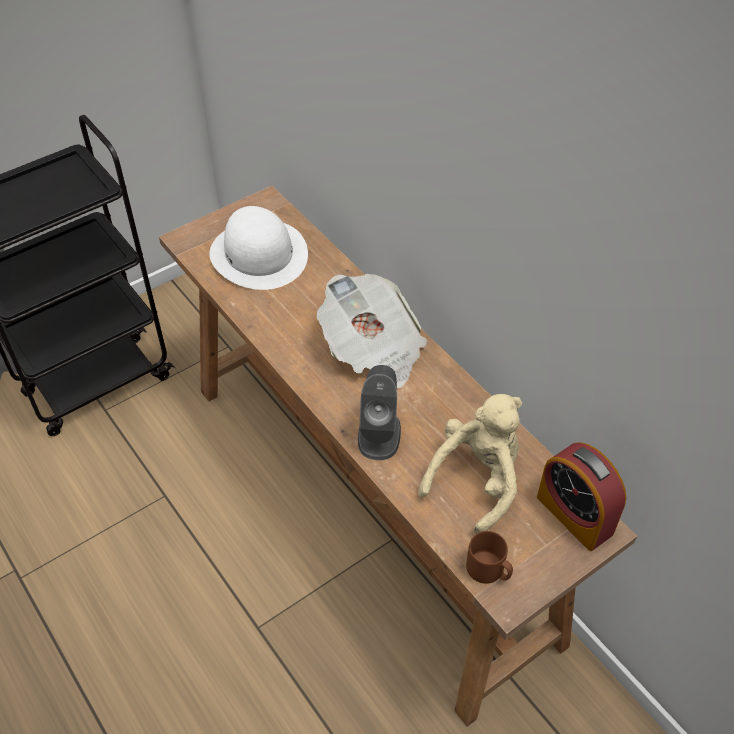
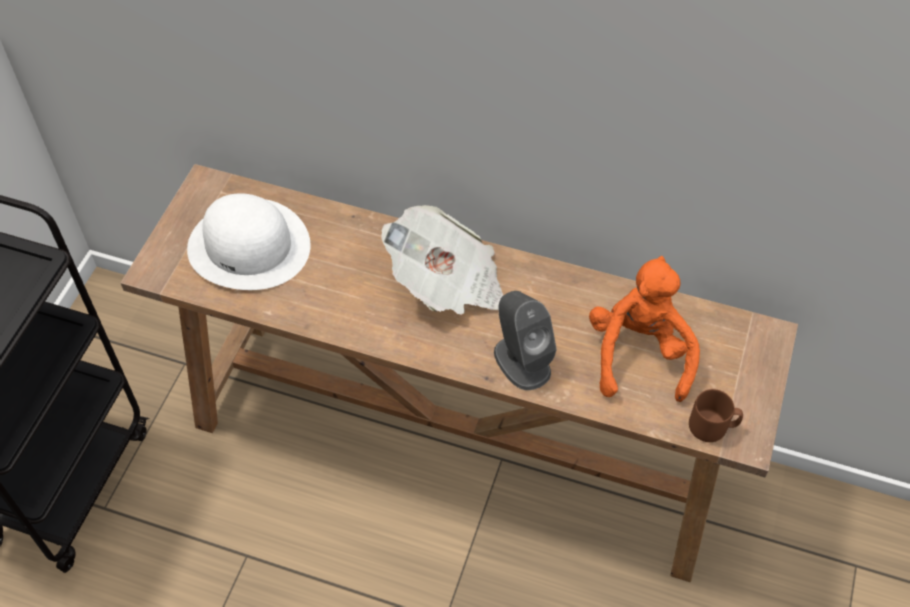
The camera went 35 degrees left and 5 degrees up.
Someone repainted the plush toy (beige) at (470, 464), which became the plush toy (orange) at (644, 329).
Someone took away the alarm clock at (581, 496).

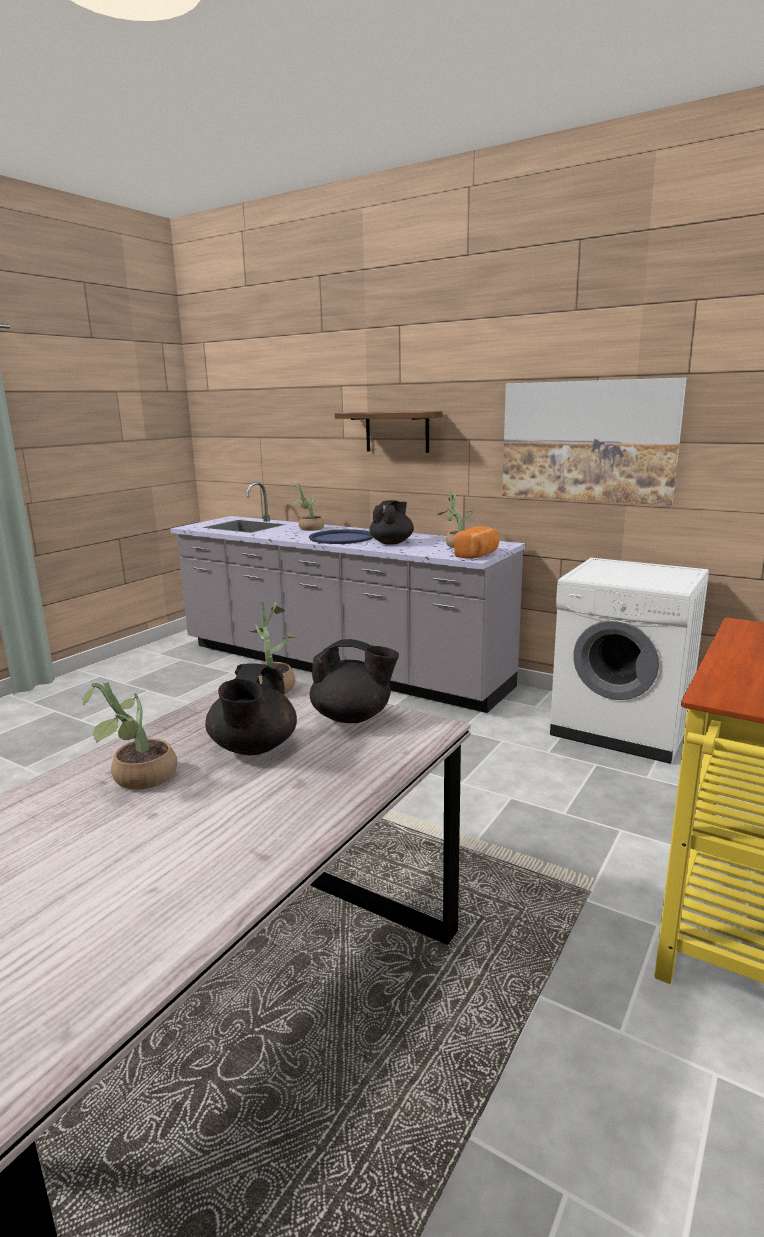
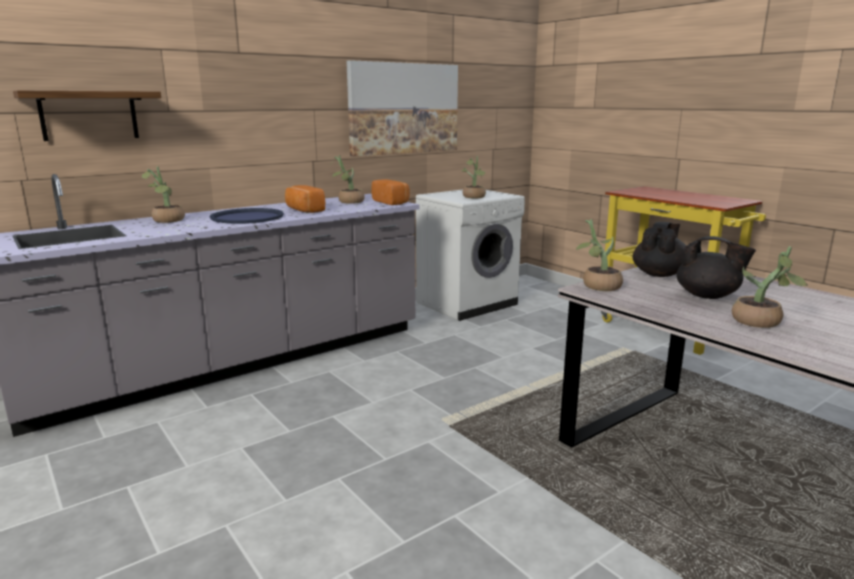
The camera went 70 degrees left and 0 degrees up.
Someone carried the shelf from (388, 432) to (87, 116).
Someone swapped the teapot (black) at (392, 522) for the bread at (305, 199).
Someone put down the potted plant at (473, 177).

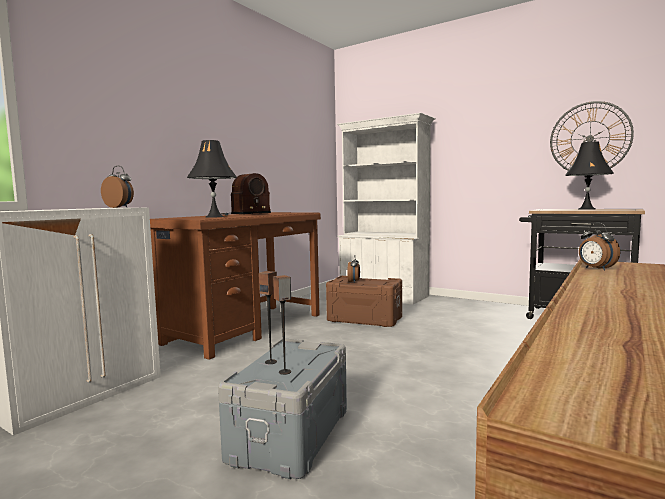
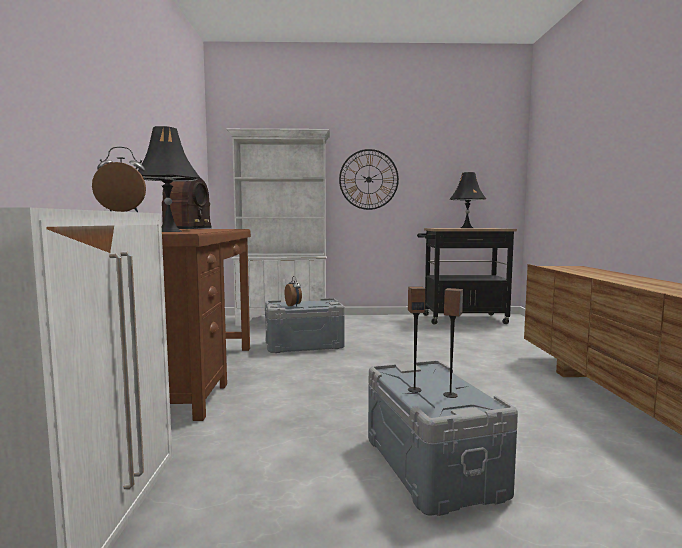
The camera went 35 degrees left and 0 degrees up.
Someone repainted the storage box (brown) at (364, 301), which became the storage box (grey) at (304, 325).
Someone carried the wall clock from (592, 136) to (369, 179).
Someone took away the alarm clock at (599, 246).

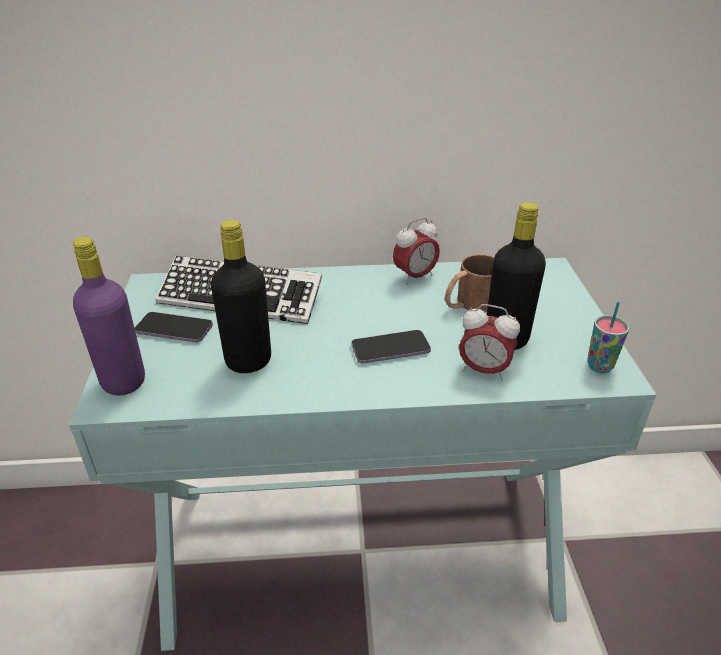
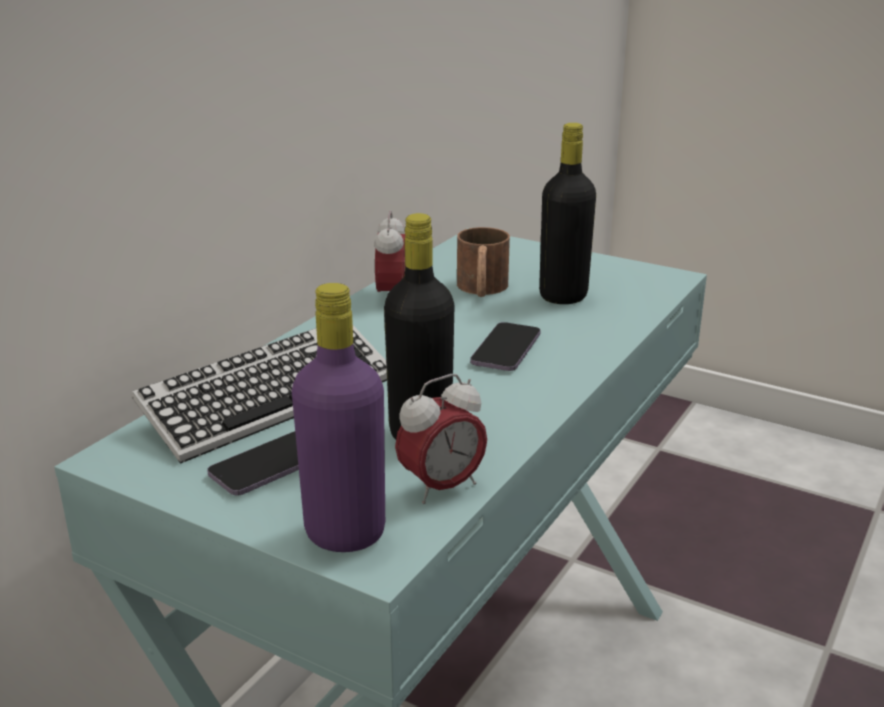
The camera went 55 degrees left and 10 degrees down.
Someone carried the alarm clock from (489, 342) to (441, 439).
Someone took away the cup at (608, 337).

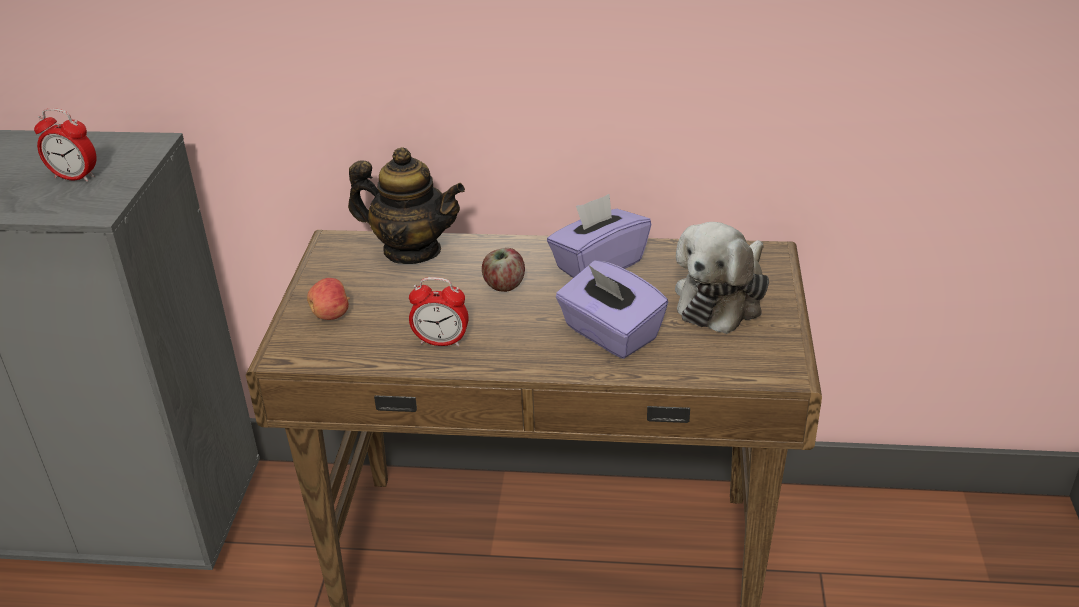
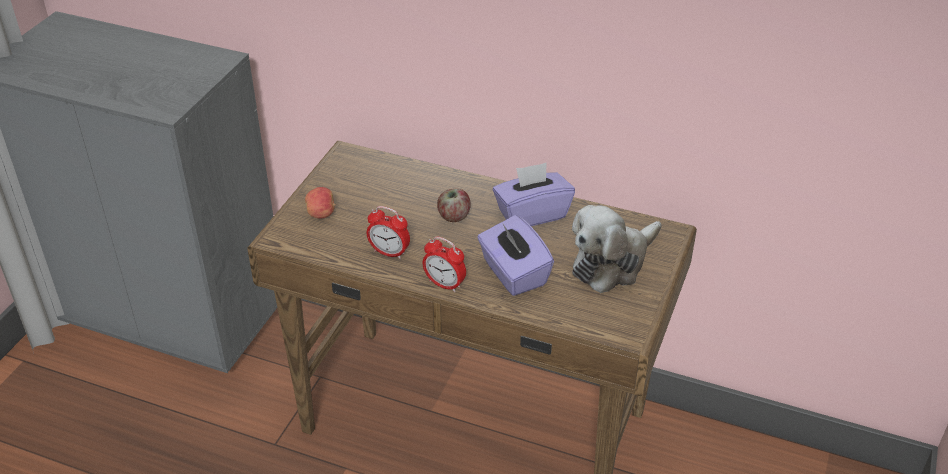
The camera went 15 degrees right and 5 degrees up.
Someone carried the alarm clock from (65, 145) to (444, 264).
Someone took away the teapot at (406, 205).

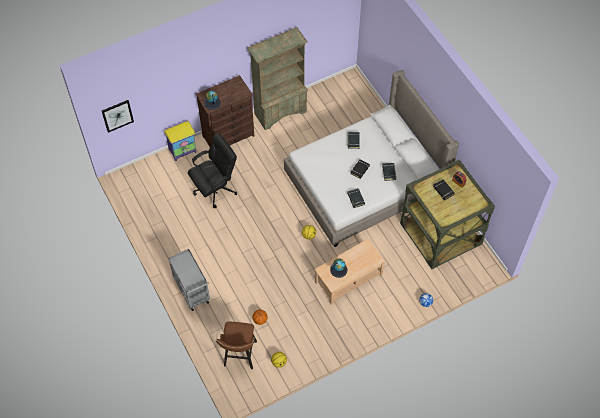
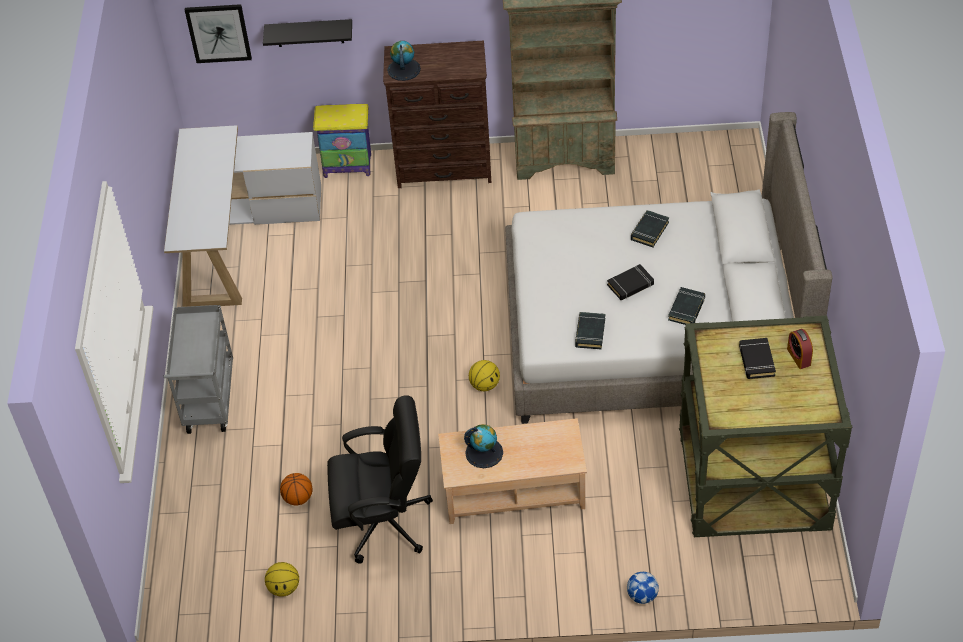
The camera went 30 degrees right and 10 degrees down.
Someone put down the desk (white) at (242, 216).
Someone put up the shelf (black) at (307, 33).
Someone carried the office chair (black) from (212, 170) to (380, 479).
Someone took away the stool (brown) at (236, 345).

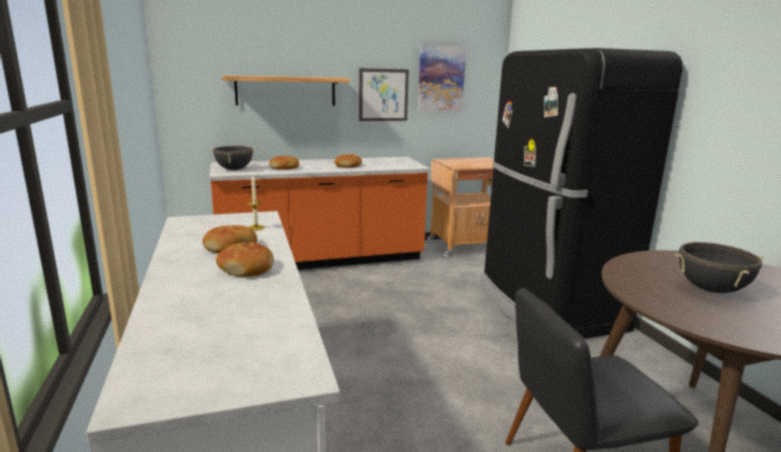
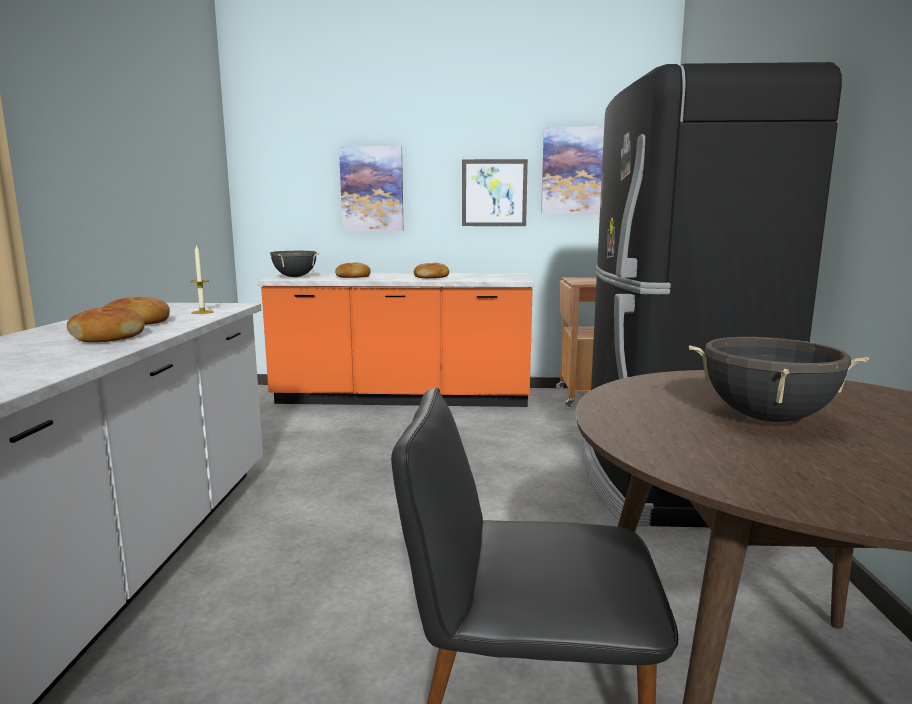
The camera went 20 degrees right and 5 degrees down.
Someone swapped the shelf at (286, 90) for the picture at (371, 188).

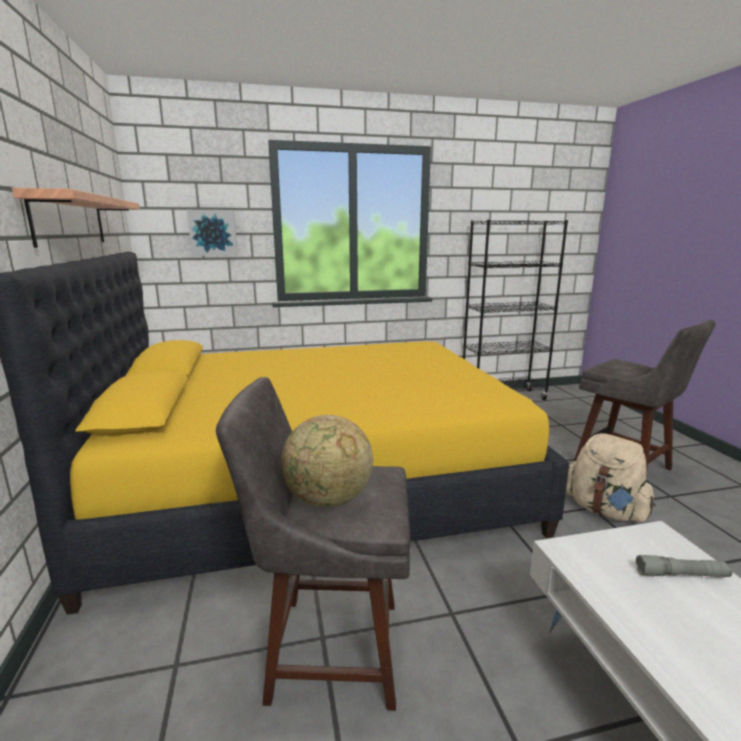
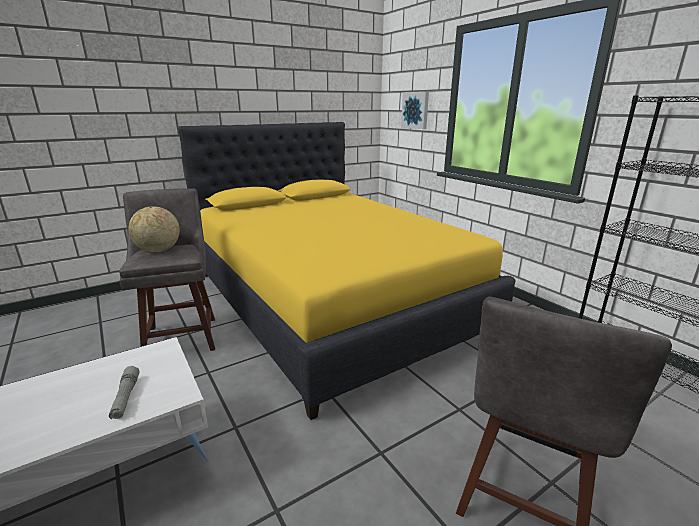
The camera went 70 degrees right and 5 degrees up.
Someone took away the shelf at (76, 218).
Someone took away the backpack (beige) at (611, 477).

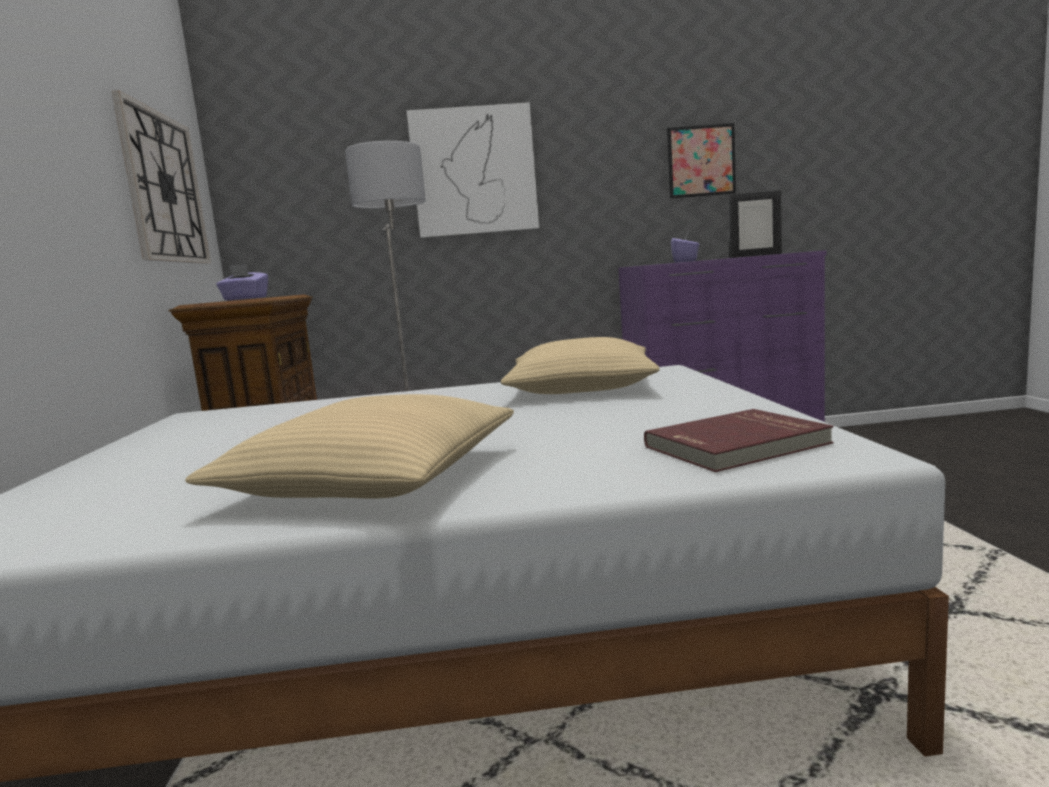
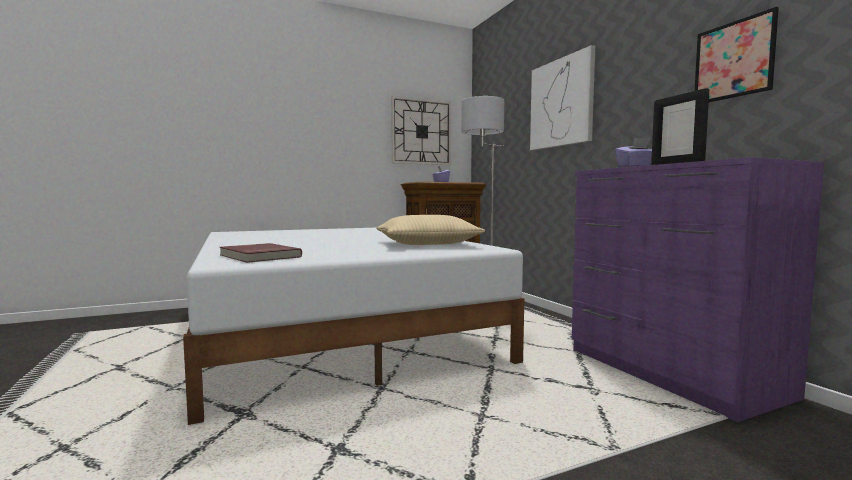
The camera went 70 degrees right and 5 degrees down.
Someone took away the pillow (beige) at (349, 446).

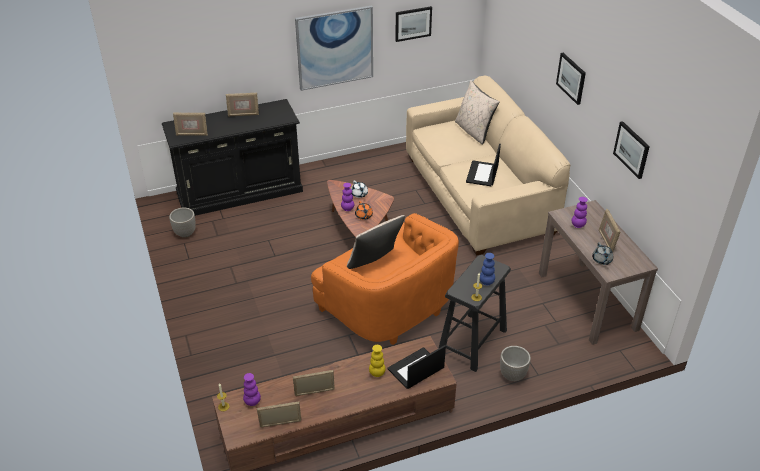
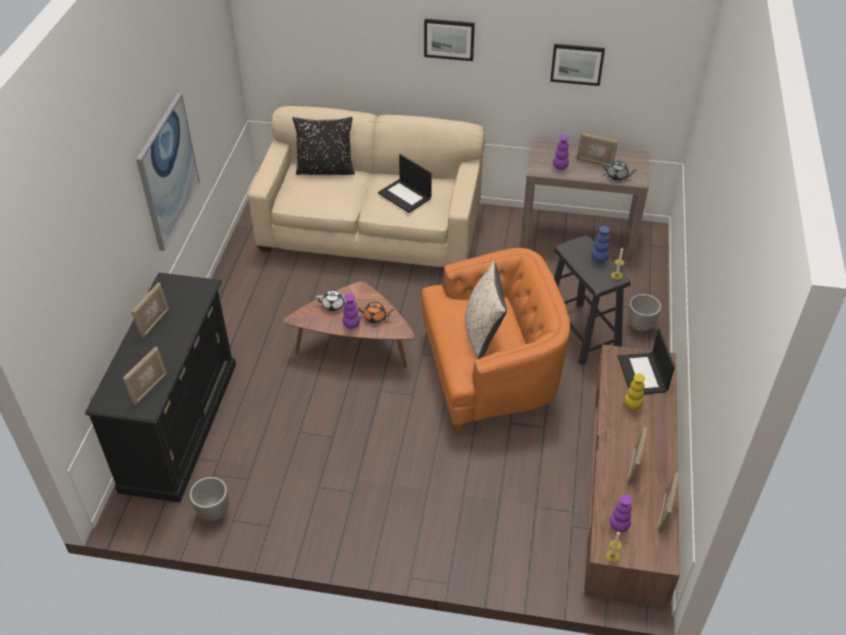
The camera went 60 degrees left and 5 degrees up.
Someone repainted the pillow (beige) at (477, 112), which became the pillow (black) at (324, 146).
Someone took away the picture at (413, 24).

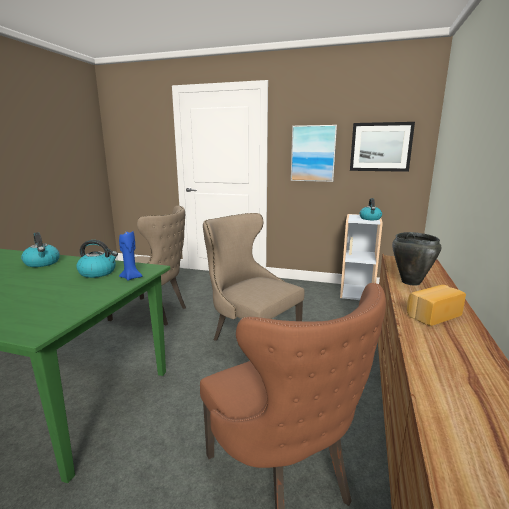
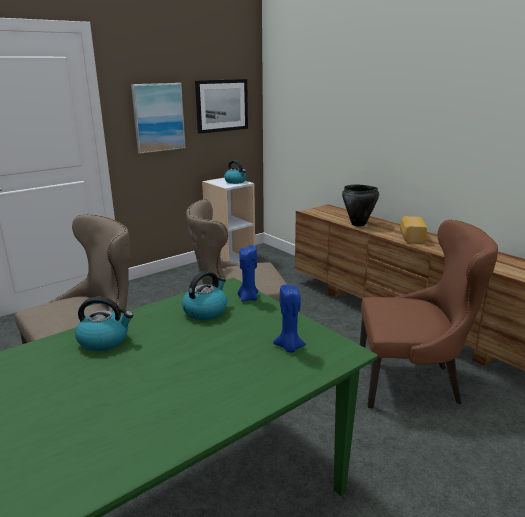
The camera went 55 degrees left and 5 degrees up.
Someone put down the candle (blue) at (289, 319).

